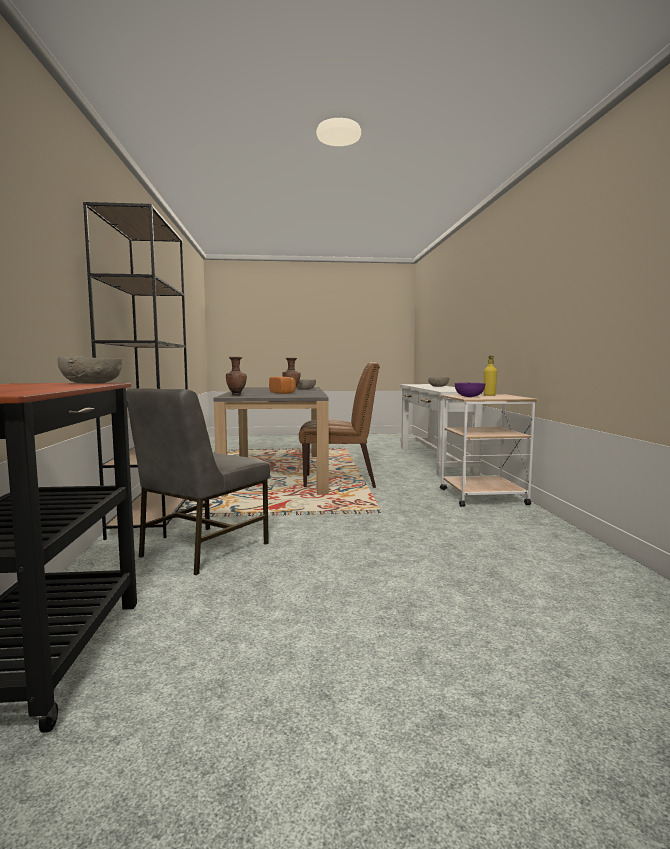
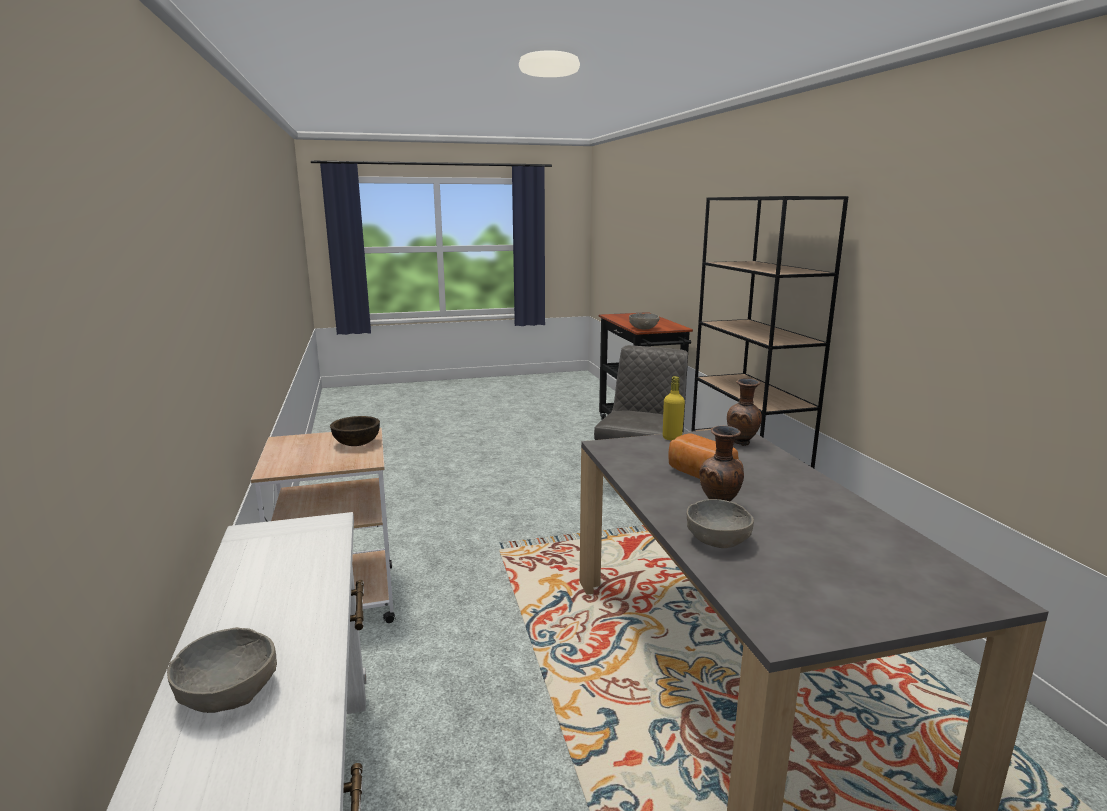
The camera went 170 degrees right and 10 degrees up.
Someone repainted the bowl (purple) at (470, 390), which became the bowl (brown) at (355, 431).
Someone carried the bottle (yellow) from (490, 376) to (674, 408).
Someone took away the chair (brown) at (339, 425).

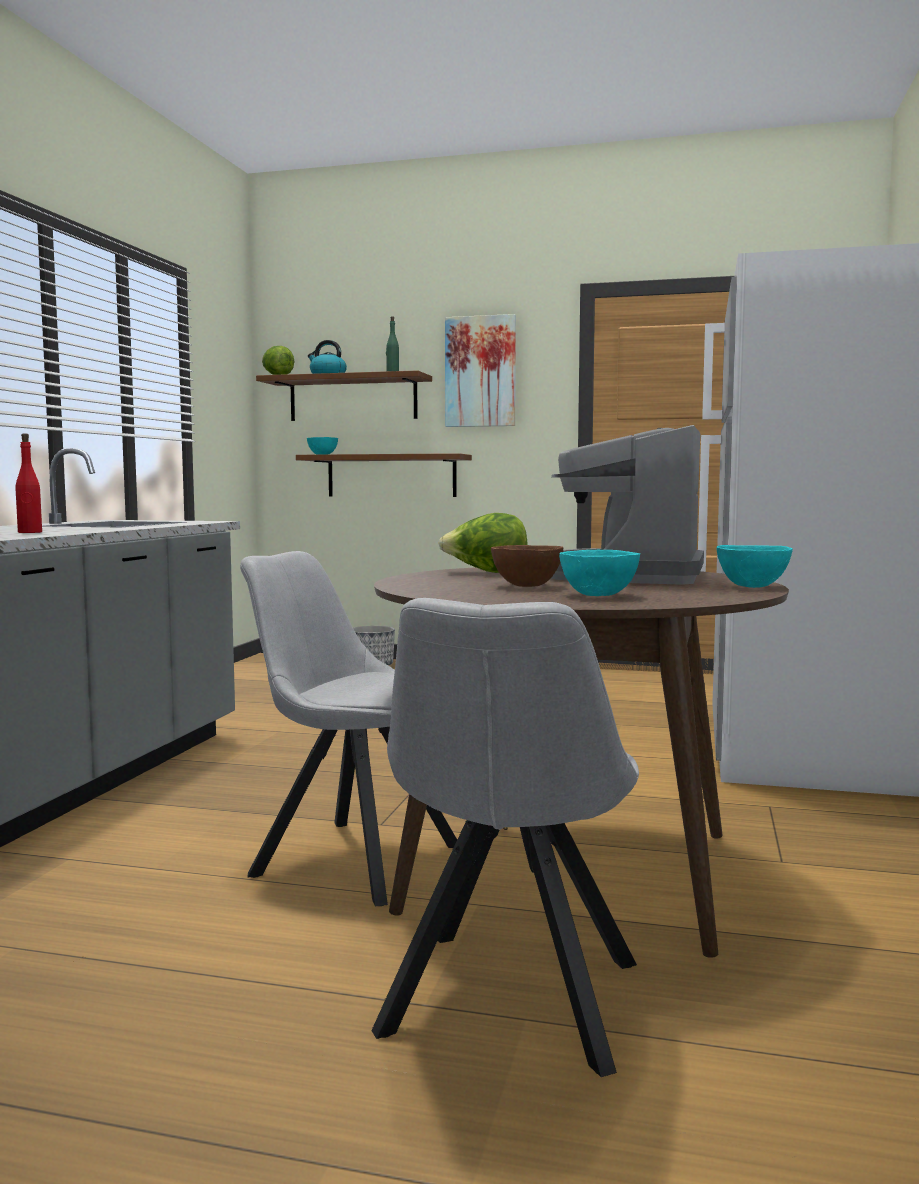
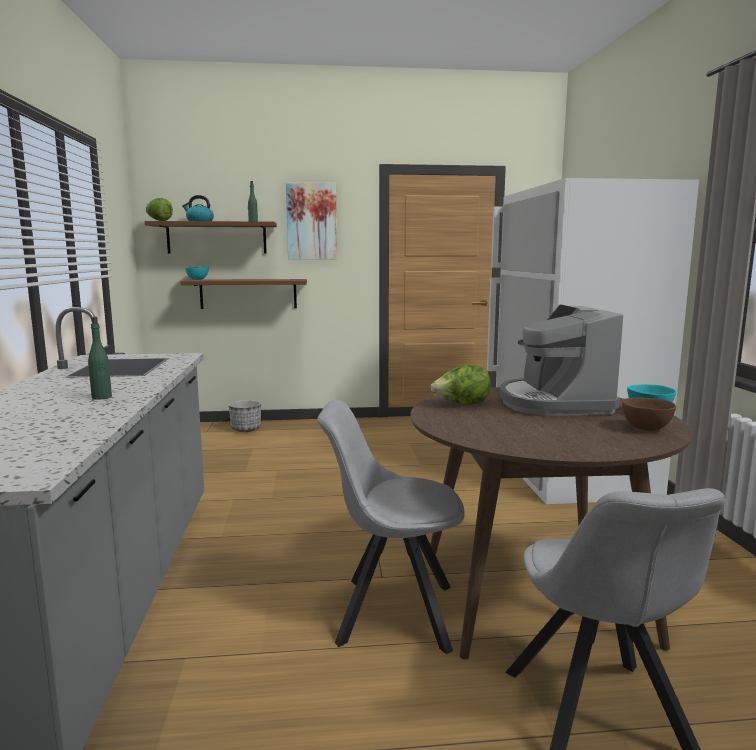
The camera went 20 degrees left and 5 degrees up.
Someone repainted the bottle (red) at (29, 483), which became the bottle (green) at (100, 358).
Someone carried the bowl (brown) from (527, 566) to (649, 414).
Someone took away the bowl (turquoise) at (599, 573).

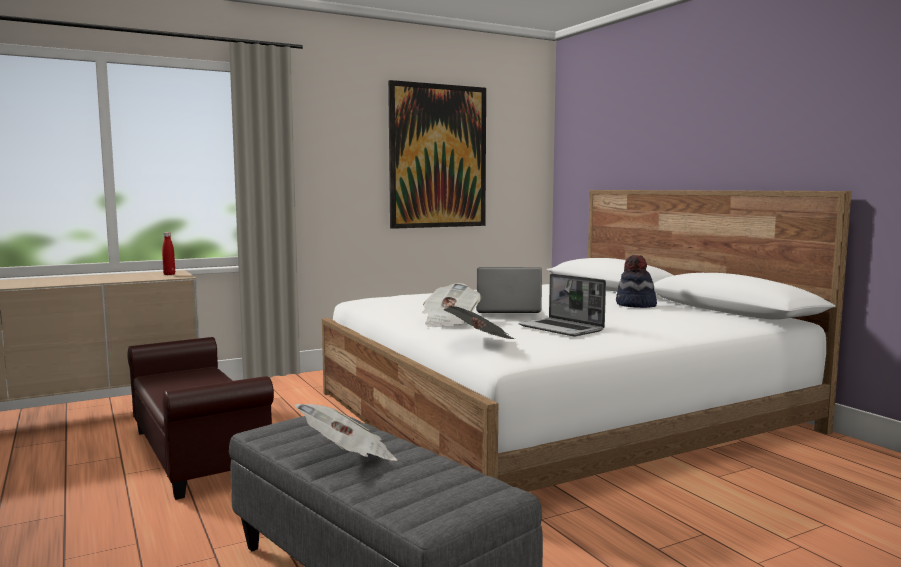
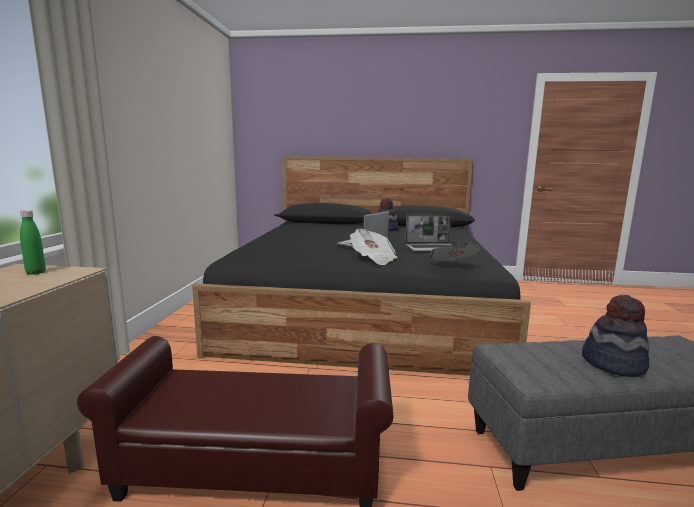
The camera went 55 degrees left and 5 degrees up.
Someone repainted the bottle (red) at (168, 253), which became the bottle (green) at (33, 242).
Someone repainted the bed (white) at (587, 341), which became the bed (black) at (361, 266).
Someone swapped the newspaper at (346, 432) for the hat at (615, 335).
Someone took away the picture at (437, 154).

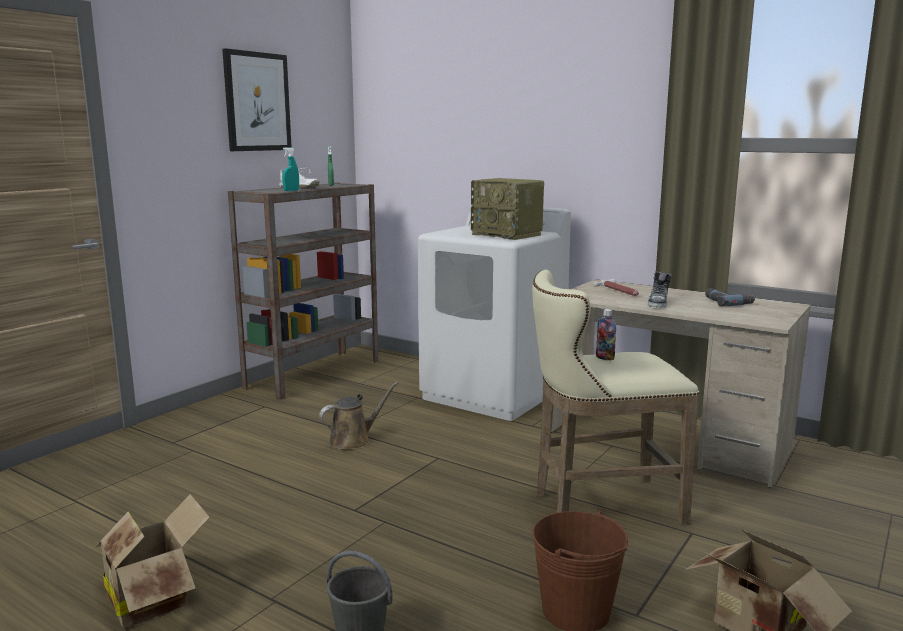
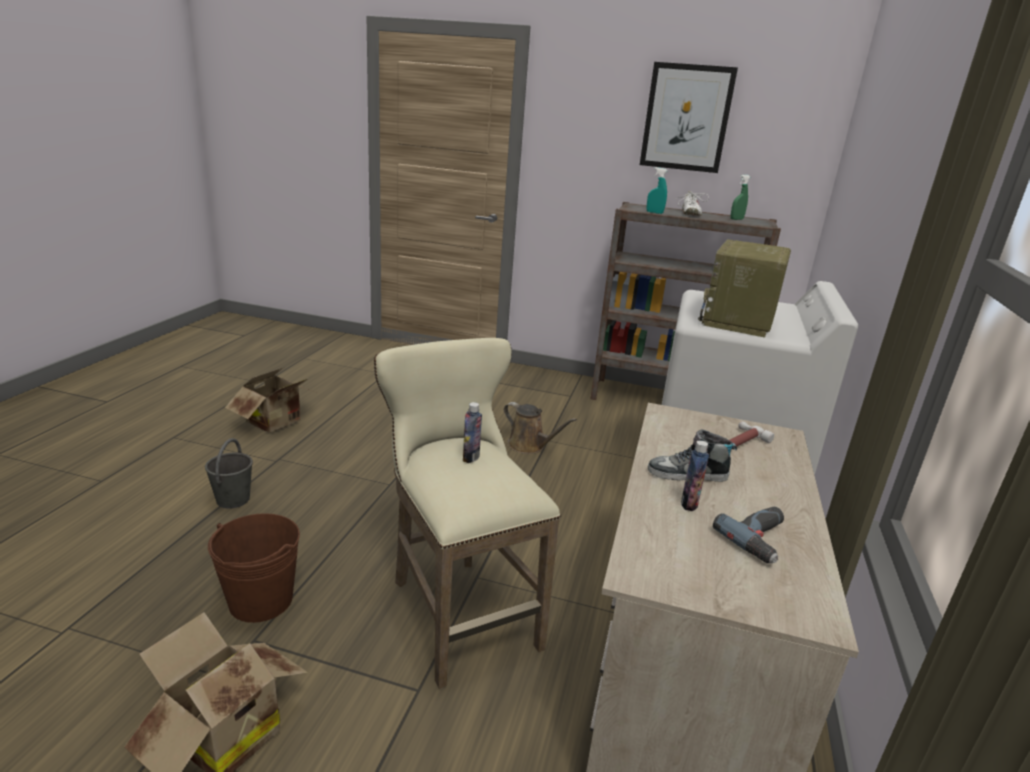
The camera went 70 degrees right and 10 degrees up.
Someone put down the bottle at (695, 475).

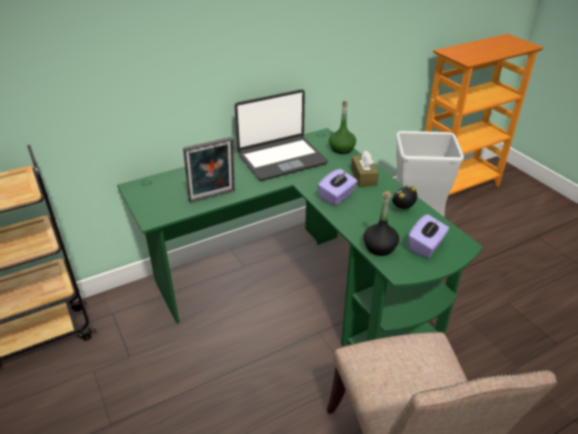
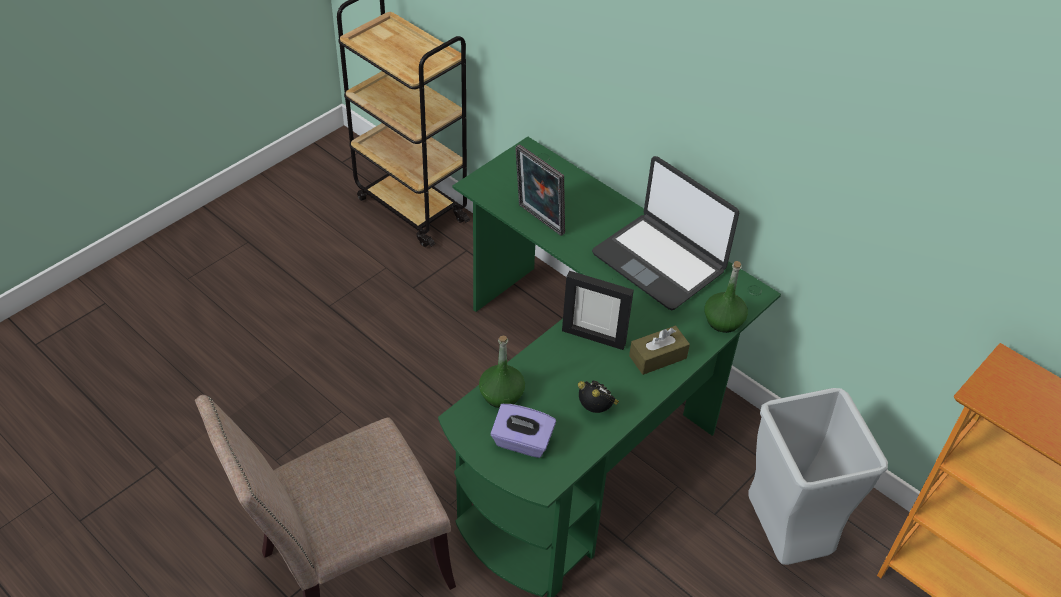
The camera went 70 degrees right and 10 degrees up.
Someone repainted the bottle (black) at (381, 223), which became the bottle (green) at (502, 372).
Someone swapped the tissue box (purple) at (338, 187) for the picture frame at (598, 310).

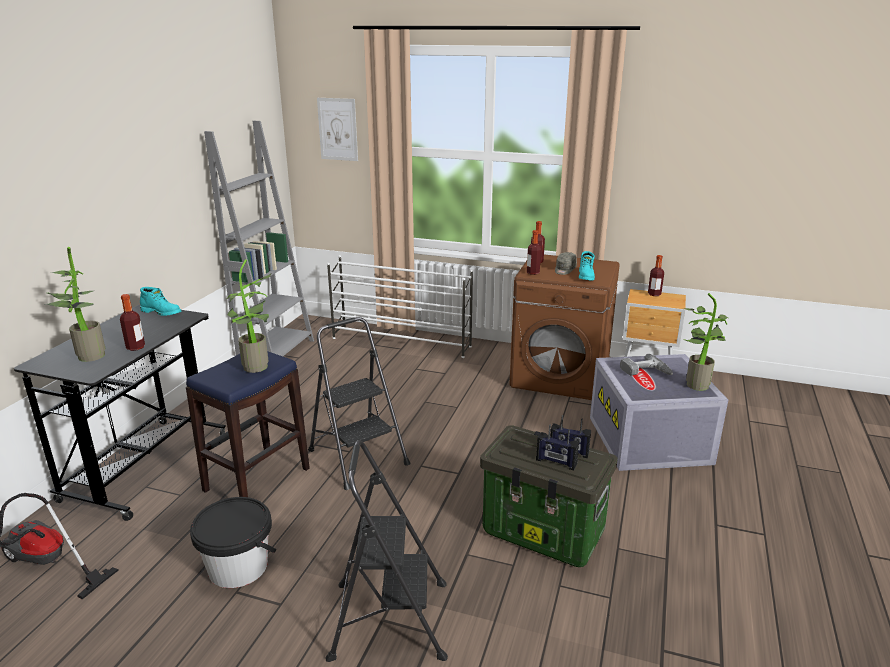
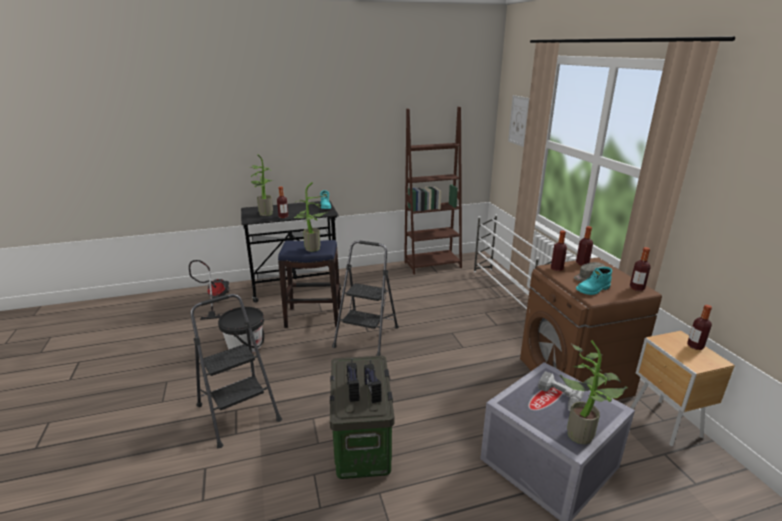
The camera went 55 degrees right and 0 degrees up.
Someone repainted the bookcase (grey) at (259, 238), which became the bookcase (brown) at (433, 191).
Someone put down the bottle at (640, 269).

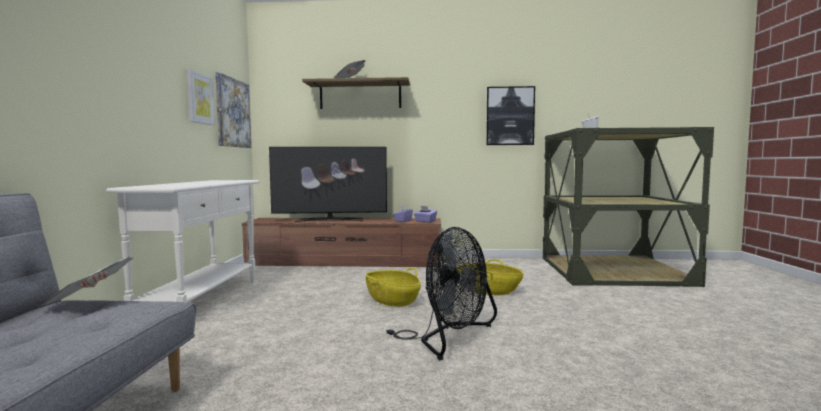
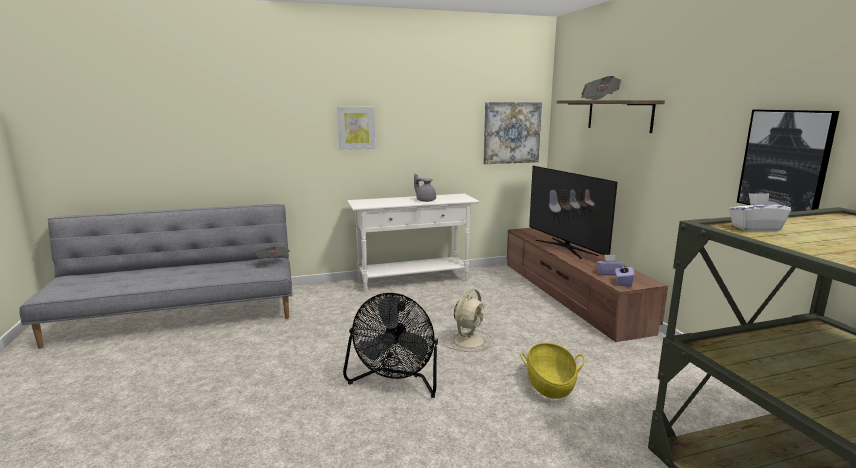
The camera went 70 degrees right and 10 degrees up.
Someone carried the picture from (200, 97) to (356, 128).
Someone put down the teapot (grey) at (425, 187).
Someone swapped the basket at (393, 287) for the fan (beige) at (470, 320).

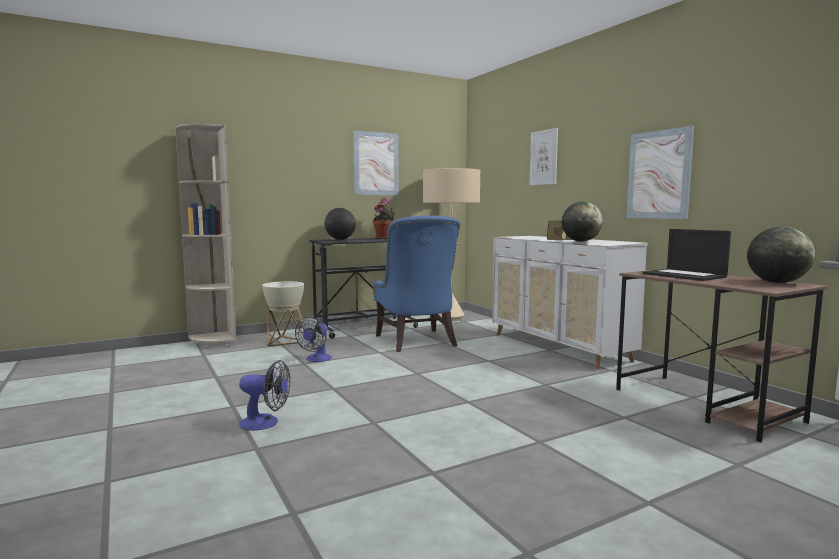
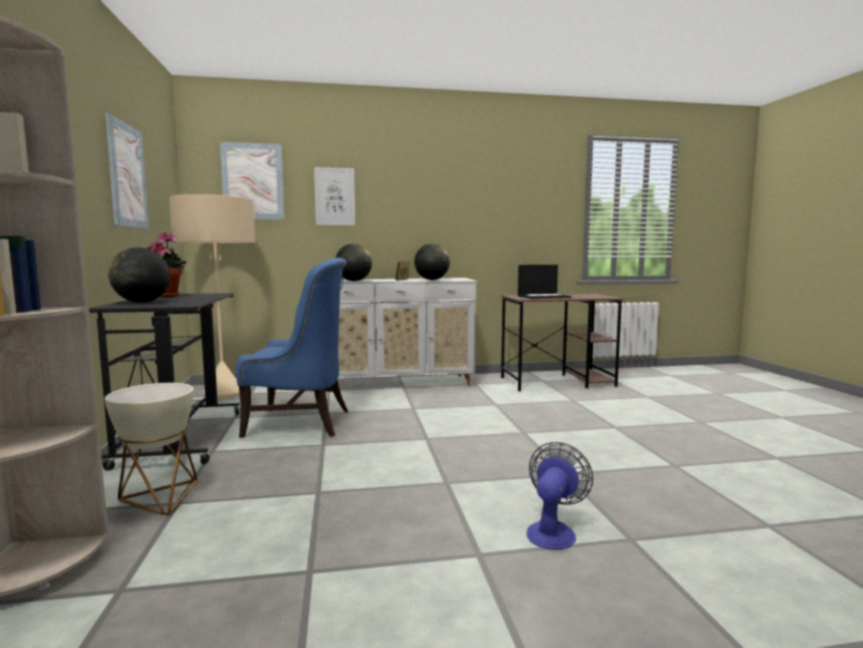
The camera went 70 degrees left and 0 degrees up.
Someone carried the picture from (660, 172) to (252, 181).
Someone carried the globe from (781, 255) to (354, 262).
Someone took away the fan at (313, 339).

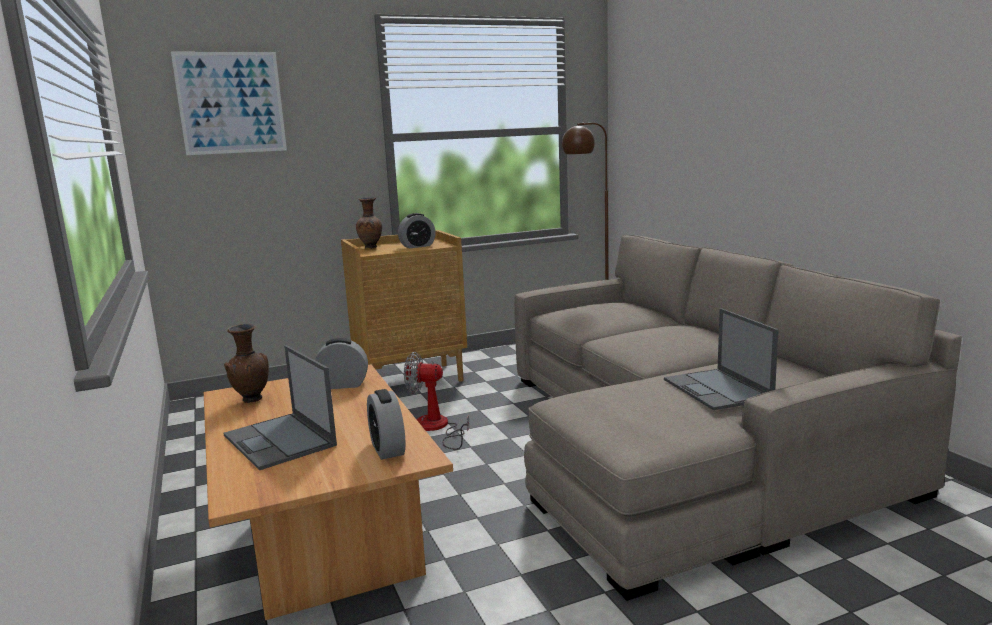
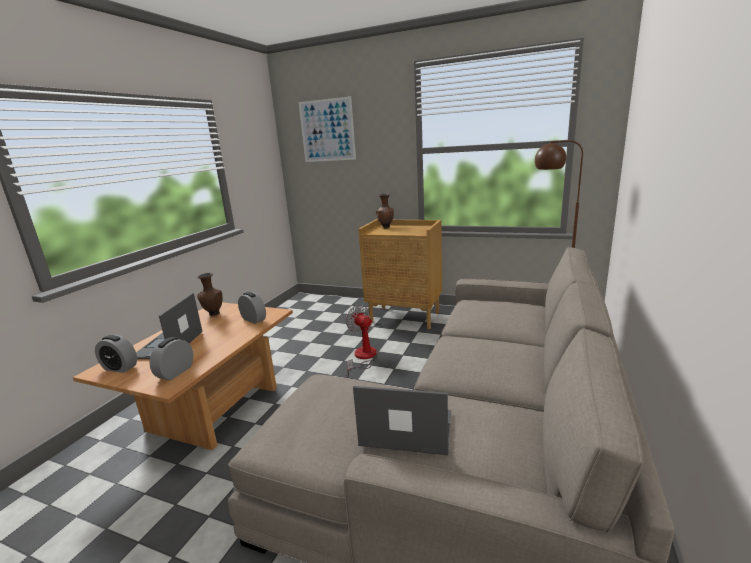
The camera went 45 degrees right and 5 degrees up.
Someone carried the alarm clock from (417, 230) to (116, 354).
Someone rotated the laptop at (721, 359) by 75 degrees clockwise.

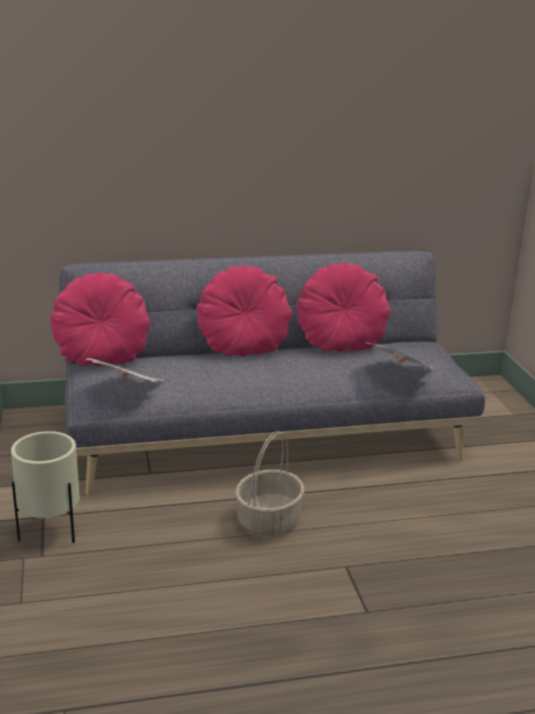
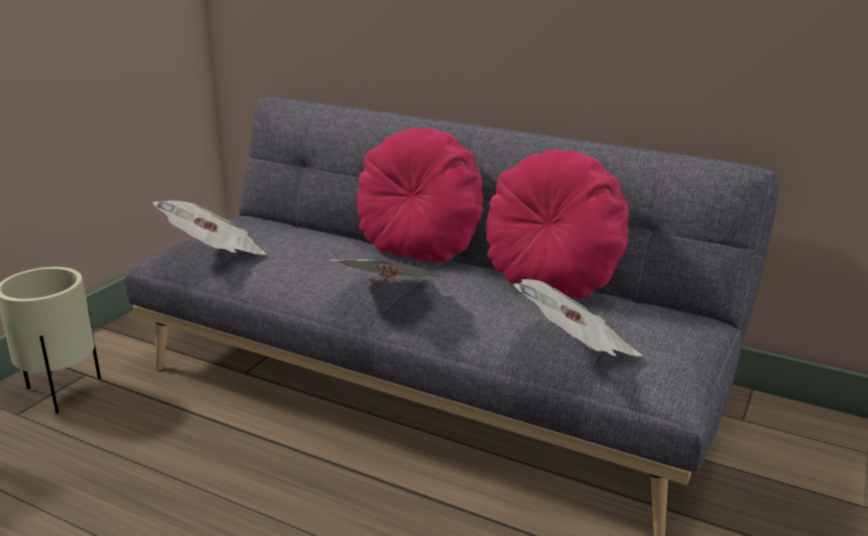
The camera went 40 degrees right and 0 degrees up.
Someone put down the newspaper at (386, 269).
Someone took away the pillow (pink) at (101, 319).
Someone took away the basket at (270, 483).

